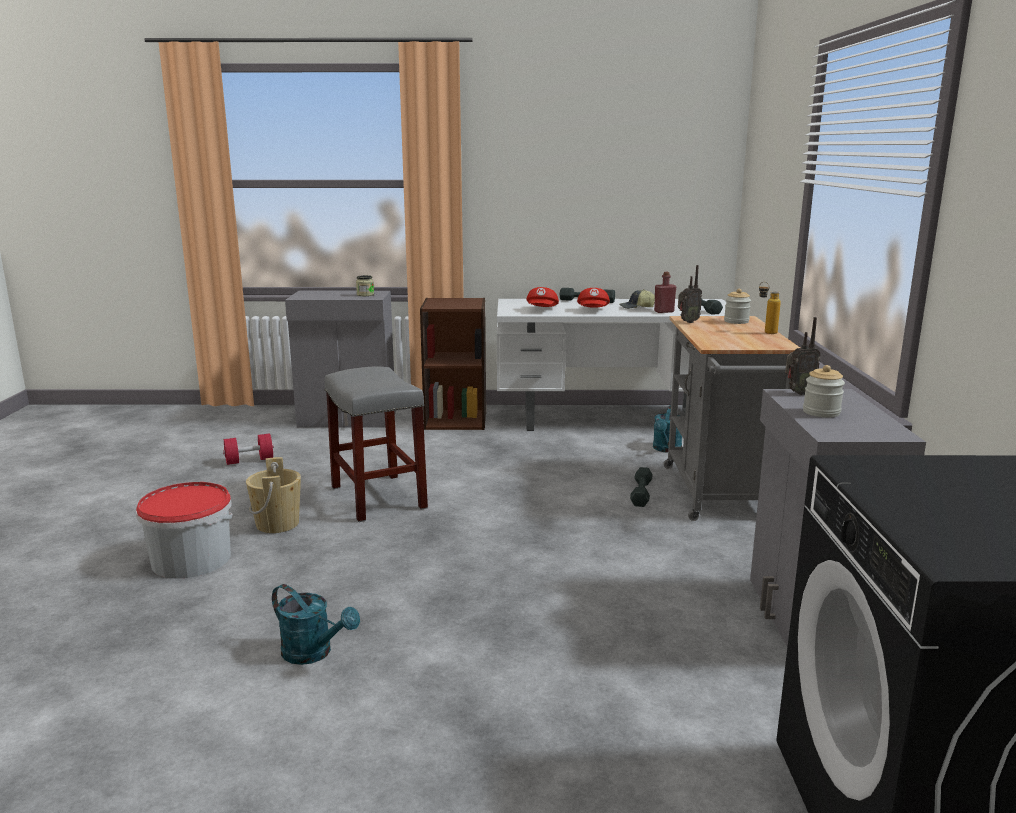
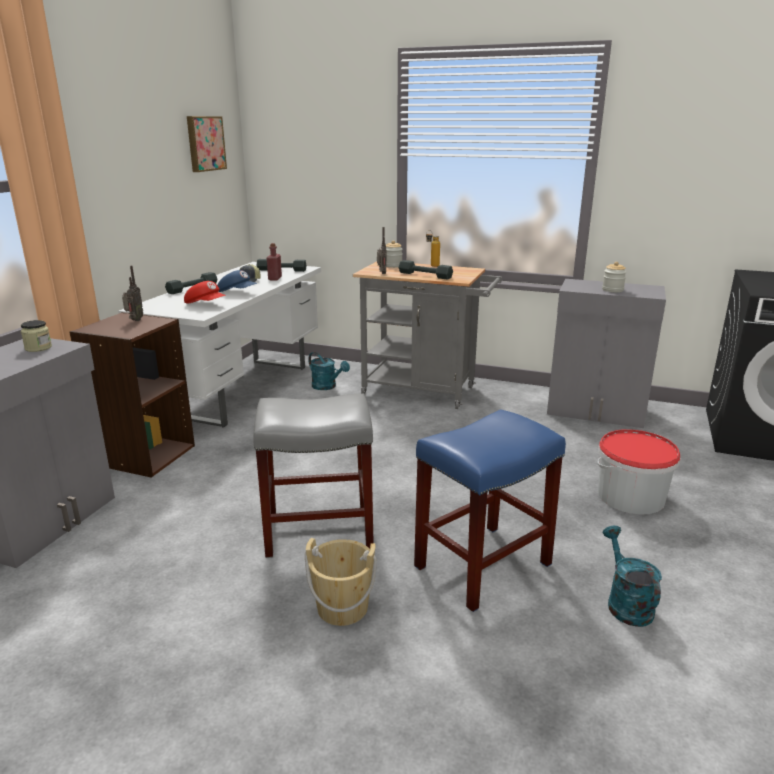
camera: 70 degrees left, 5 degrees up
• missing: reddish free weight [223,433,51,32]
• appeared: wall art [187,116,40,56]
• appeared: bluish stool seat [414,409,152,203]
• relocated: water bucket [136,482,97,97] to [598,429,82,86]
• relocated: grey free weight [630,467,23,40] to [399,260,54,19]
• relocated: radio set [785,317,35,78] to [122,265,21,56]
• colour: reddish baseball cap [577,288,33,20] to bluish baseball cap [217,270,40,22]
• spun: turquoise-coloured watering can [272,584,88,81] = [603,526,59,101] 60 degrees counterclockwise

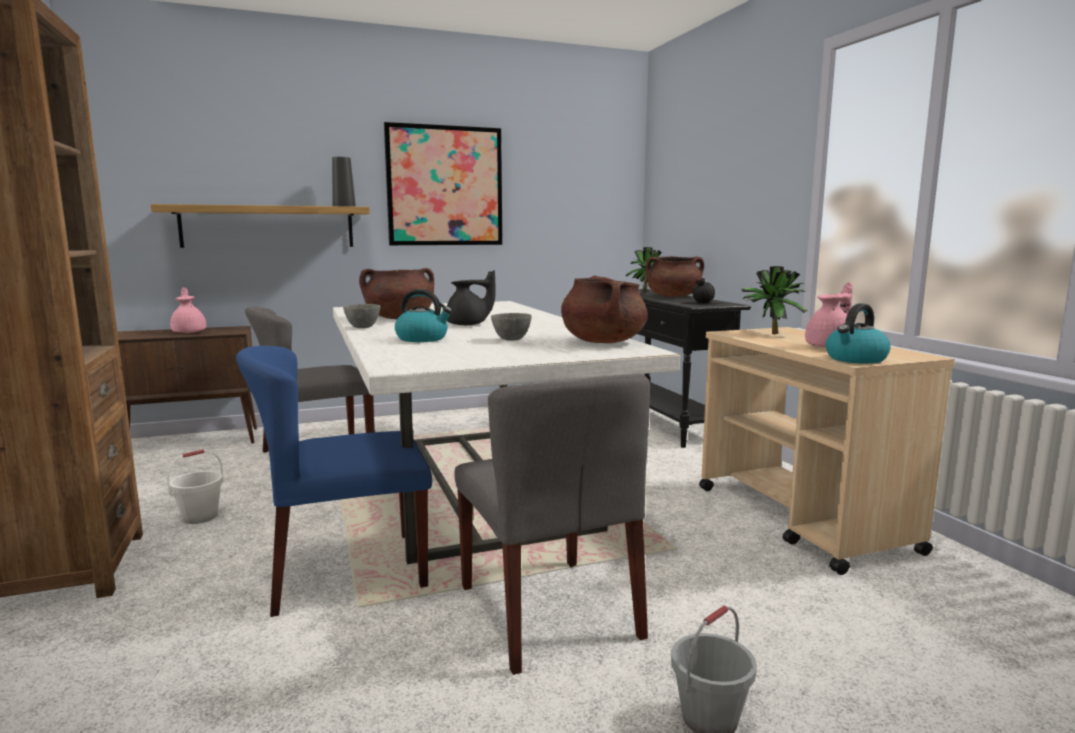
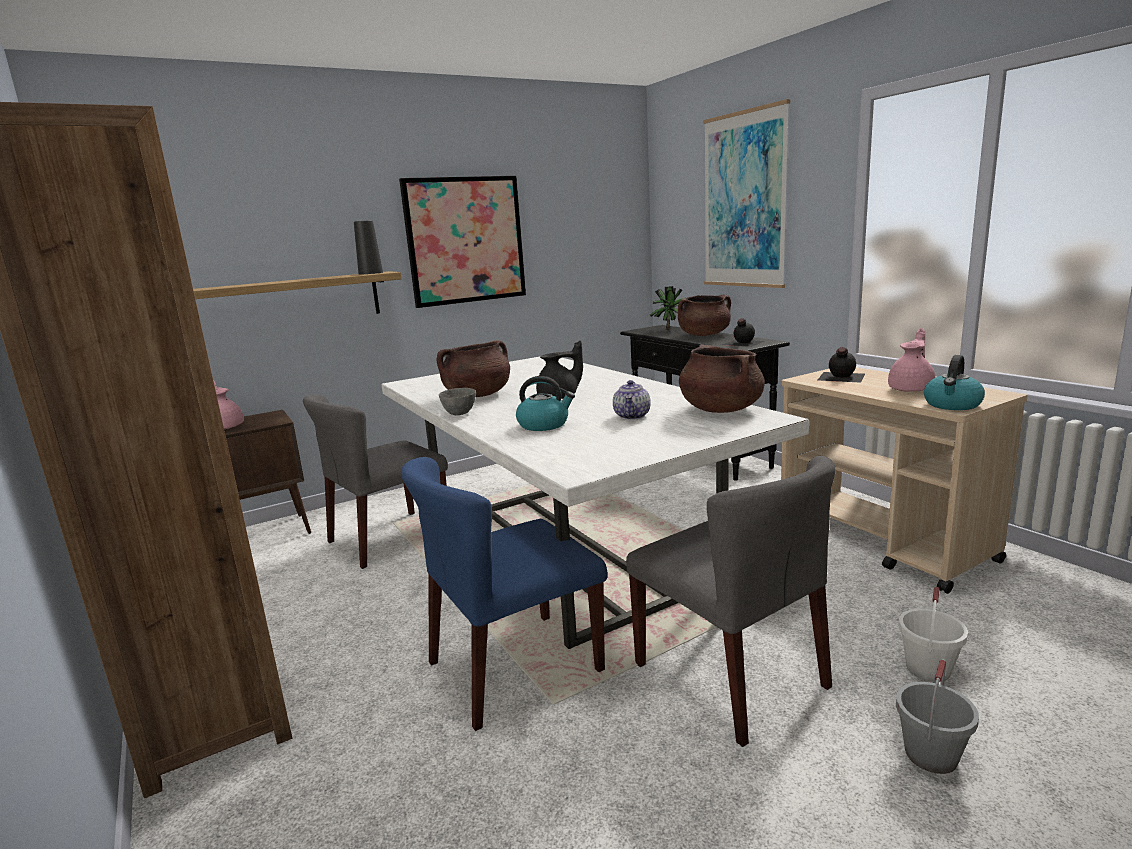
camera: 10 degrees left, 5 degrees up
• appeared: wall art [703,99,87,189]
• relocated: white-coloured water bucket [167,449,56,75] to [899,587,69,95]
• exchanged: grey serving bowl [491,313,41,28] to tea pot [613,380,38,40]
• exchanged: potted plant [742,266,66,68] to black-coloured drink bottle [818,347,47,36]

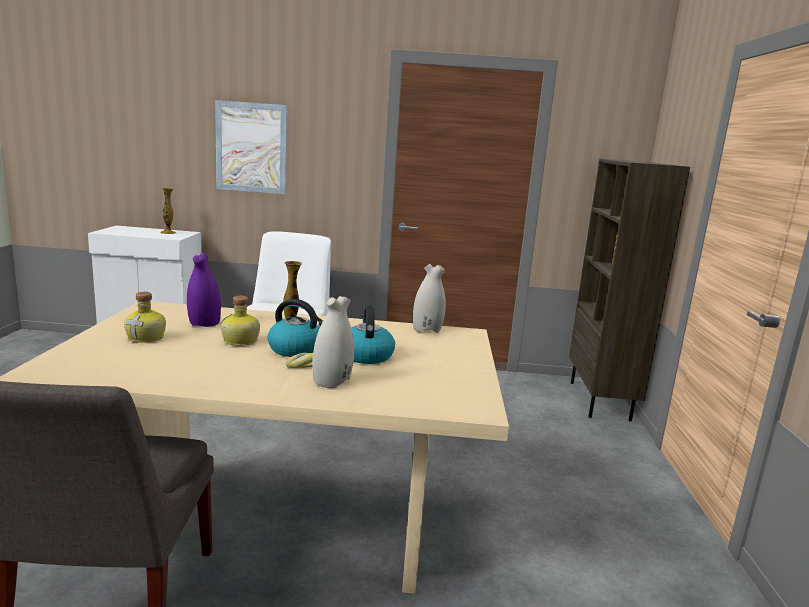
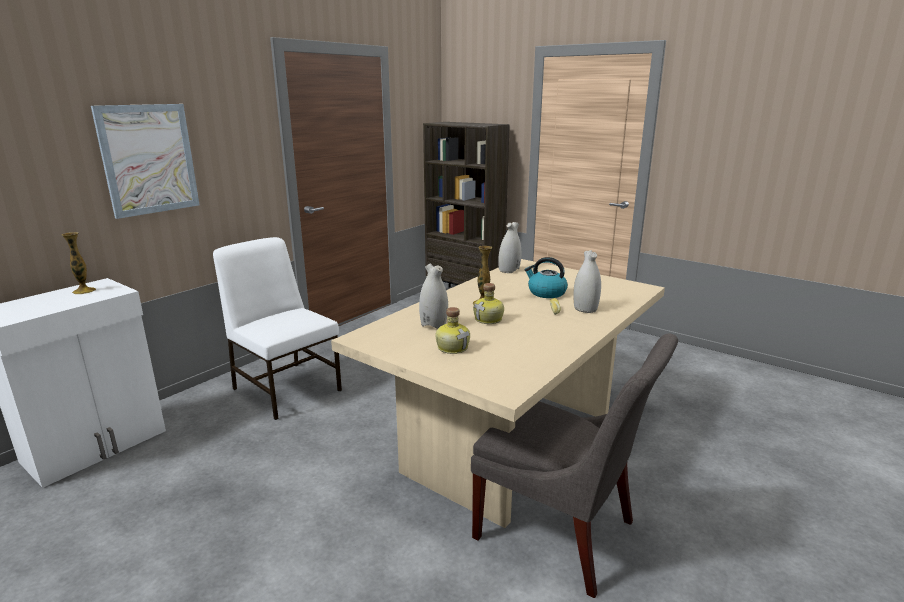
camera: 55 degrees left, 5 degrees up
• missing: kettle [267,299,57,58]
• colour: purple-coloured vase [187,253,34,74] to white-coloured vase [419,264,29,65]

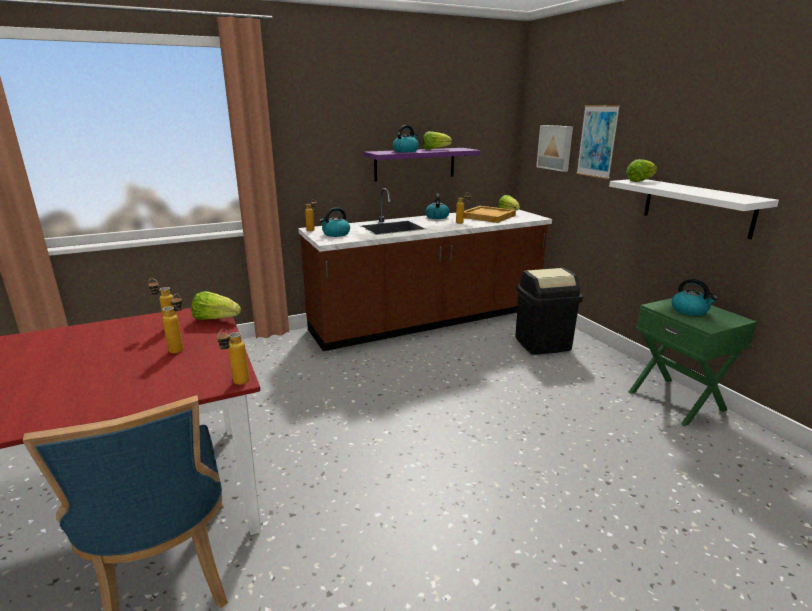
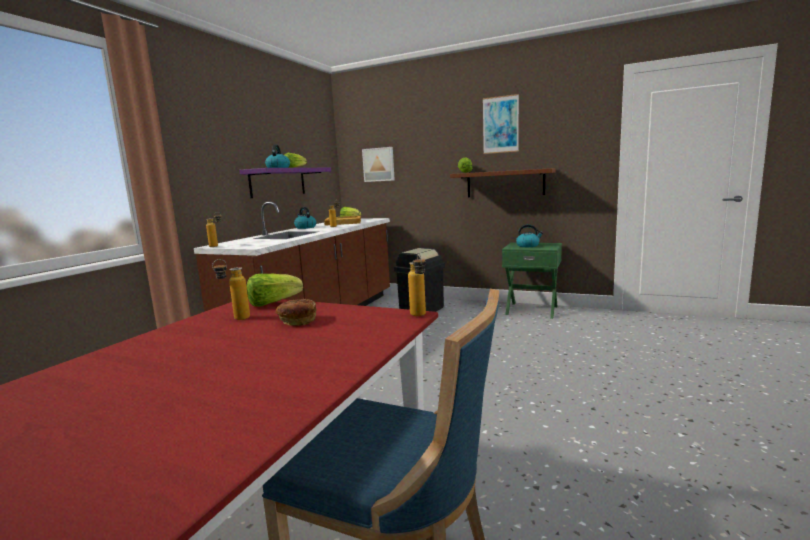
camera: 40 degrees left, 10 degrees down
• missing: kettle [319,208,31,29]
• relocated: wall art [576,105,44,74] to [483,94,36,60]
• exchanged: drink bottle [162,294,21,60] to bread [276,299,41,27]
• colour: white-coloured shelf [609,179,170,60] to brownish shelf [450,168,106,29]

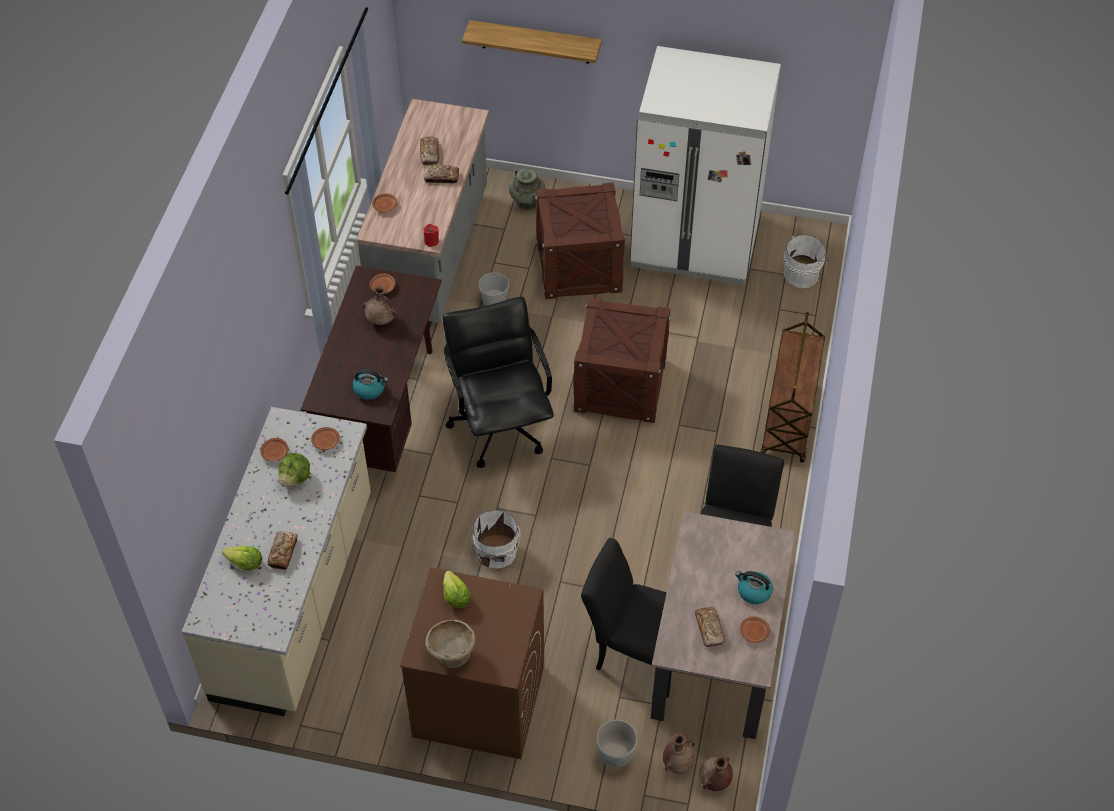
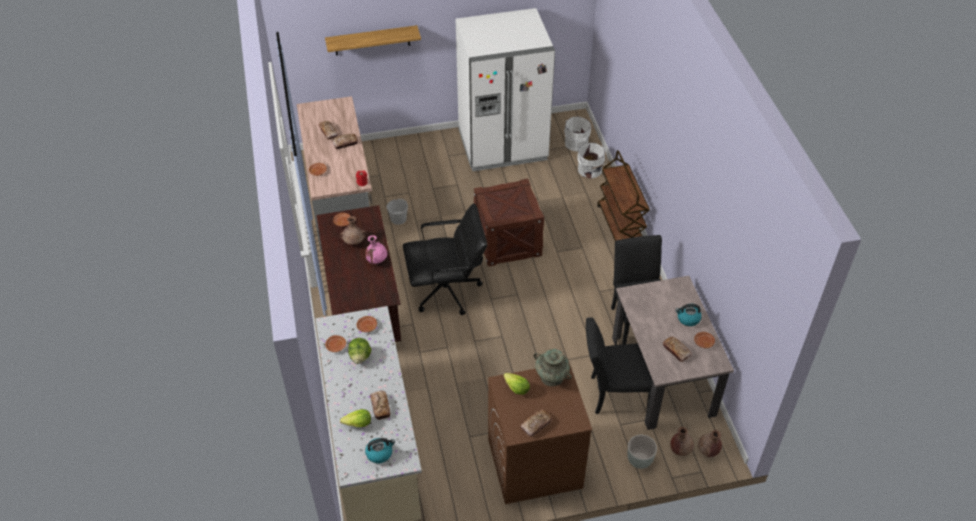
camera: 25 degrees left, 5 degrees down
• missing: crate [535,182,90,117]
• appeared: pink-coloured vase [365,235,22,29]
• relocated: kettle [353,369,36,31] to [365,438,30,25]
• relocated: white-coloured water bucket [470,510,51,59] to [577,143,30,35]
• relocated: turquoise-coloured vase [509,168,36,42] to [534,349,38,37]
• exchanged: beige-coloured serving bowl [425,620,51,48] to bread [521,409,31,28]
• spun: black-coloured computer chair [443,297,111,171] = [403,203,84,112] 120 degrees clockwise

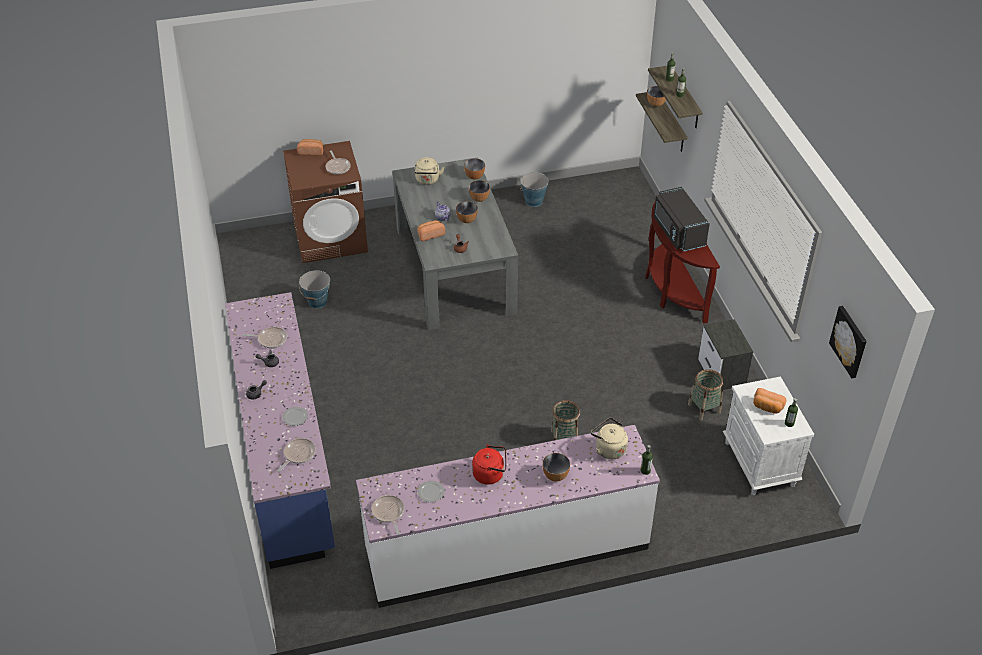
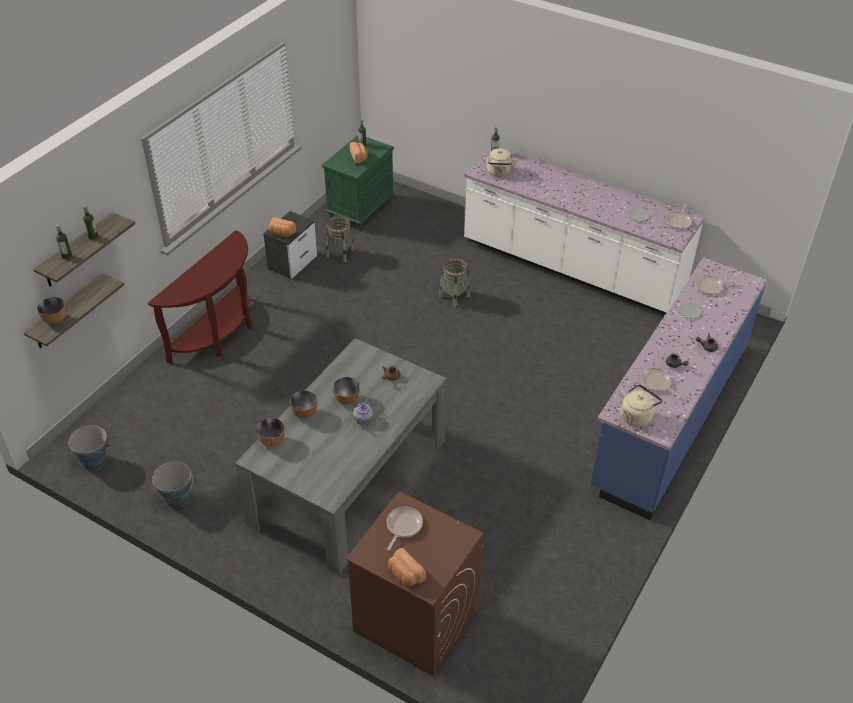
camera: 135 degrees left, 0 degrees up
• missing: reddish kettle [472,444,34,41]
• missing: serving bowl [542,453,28,29]
• missing: black-coloured kitchen microwave [654,187,56,64]
• missing: wall art [829,306,38,72]
• relocated: water bucket [299,270,31,38] to [68,425,42,45]
• relocated: beige-coloured kettle [414,157,30,28] to [620,384,42,43]
• relocated: bread [417,220,28,21] to [269,217,27,20]
• colour: white-coloured night table [723,377,91,119] to green-coloured night table [322,135,73,96]

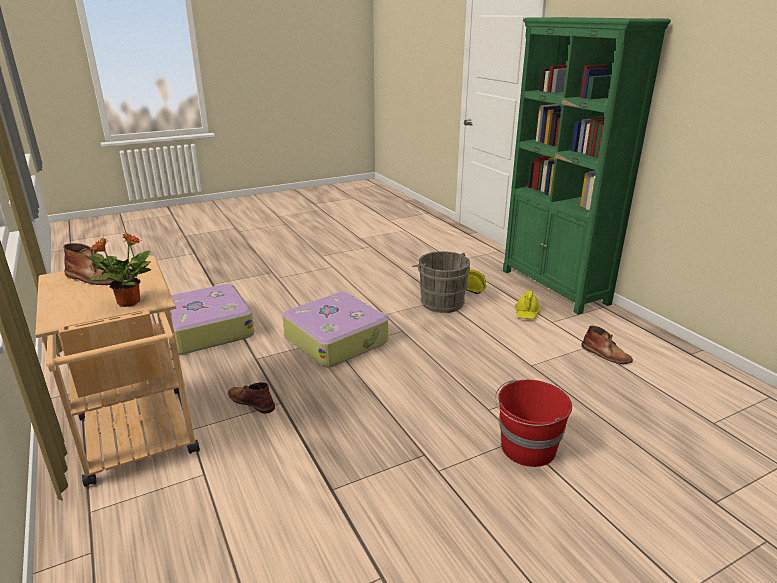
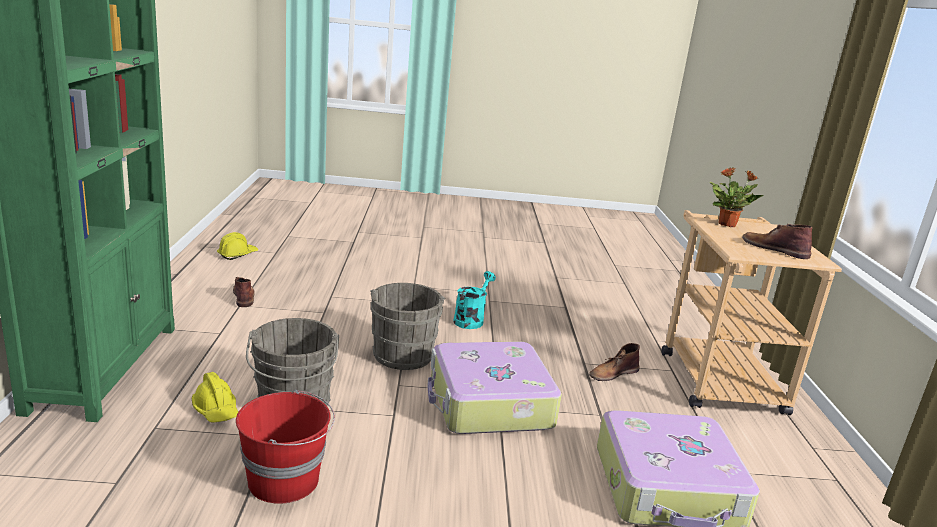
camera: 155 degrees left, 5 degrees down
• appeared: grey water bucket [370,283,75,87]
• appeared: turquoise-coloured watering can [453,271,43,58]
• relocated: reddish water bucket [495,379,77,88] to [236,390,99,114]
• relocated: yellow-coloured work helmet [515,290,25,29] to [217,232,42,28]
• spun: brownish boot [228,382,47,32] = [589,343,51,38] 90 degrees clockwise

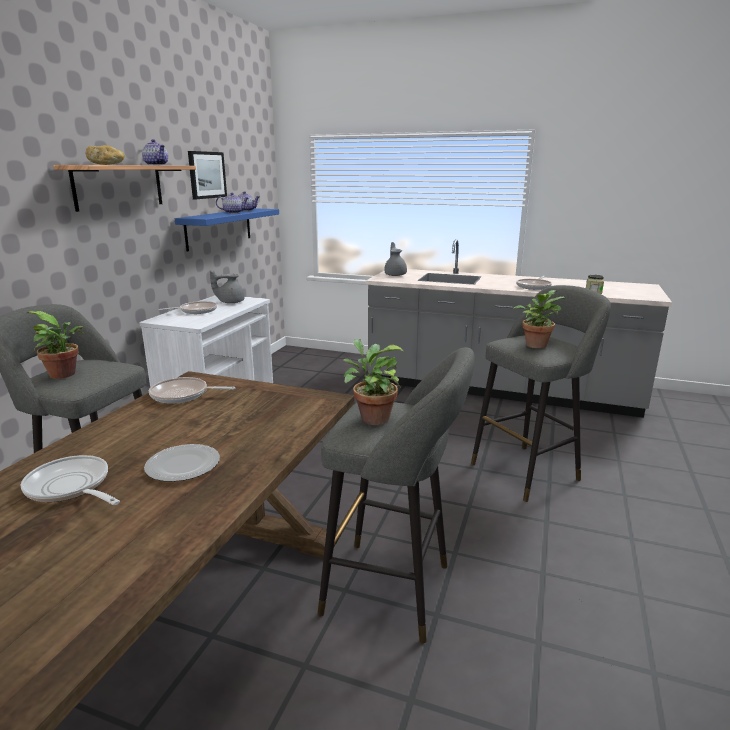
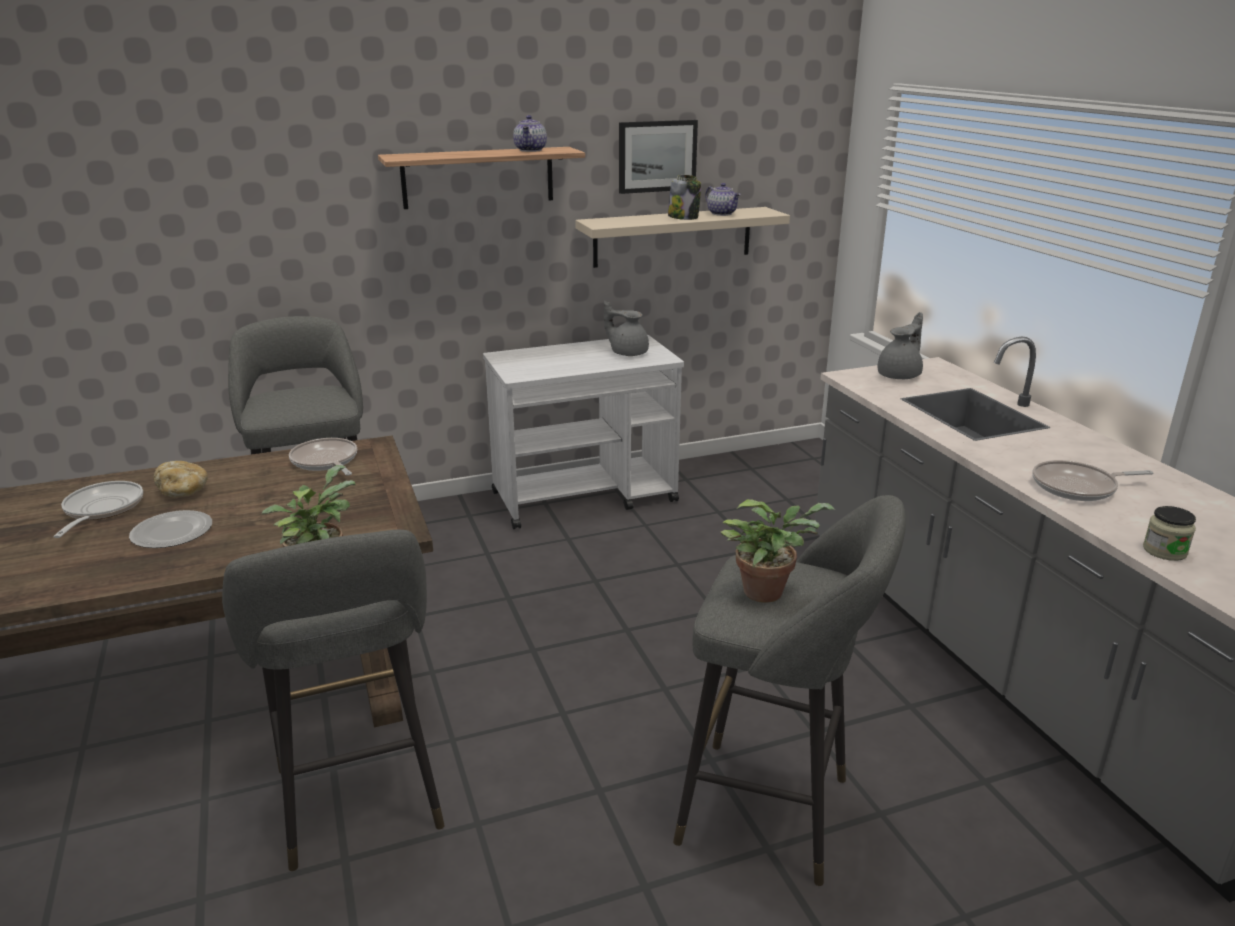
camera: 50 degrees right, 5 degrees up
• missing: potted plant [27,311,57,68]
• missing: skillet [159,301,58,13]
• relocated: bread [85,145,40,20] to [154,461,54,36]
• exchanged: tea pot [216,193,33,21] to preserve jar [668,175,33,45]
• colour: bluish shelf [175,208,104,44] to beige-coloured shelf [575,207,215,61]

